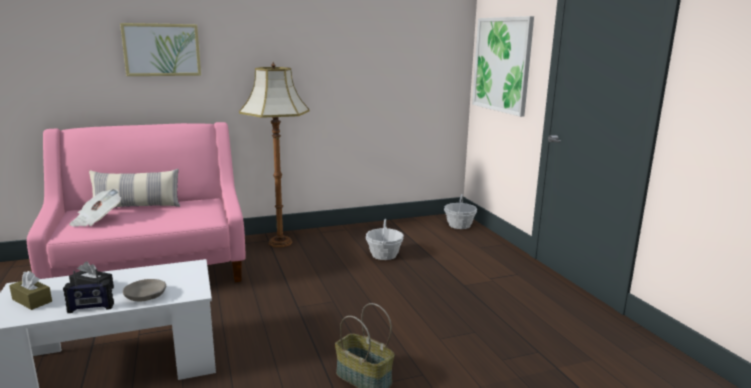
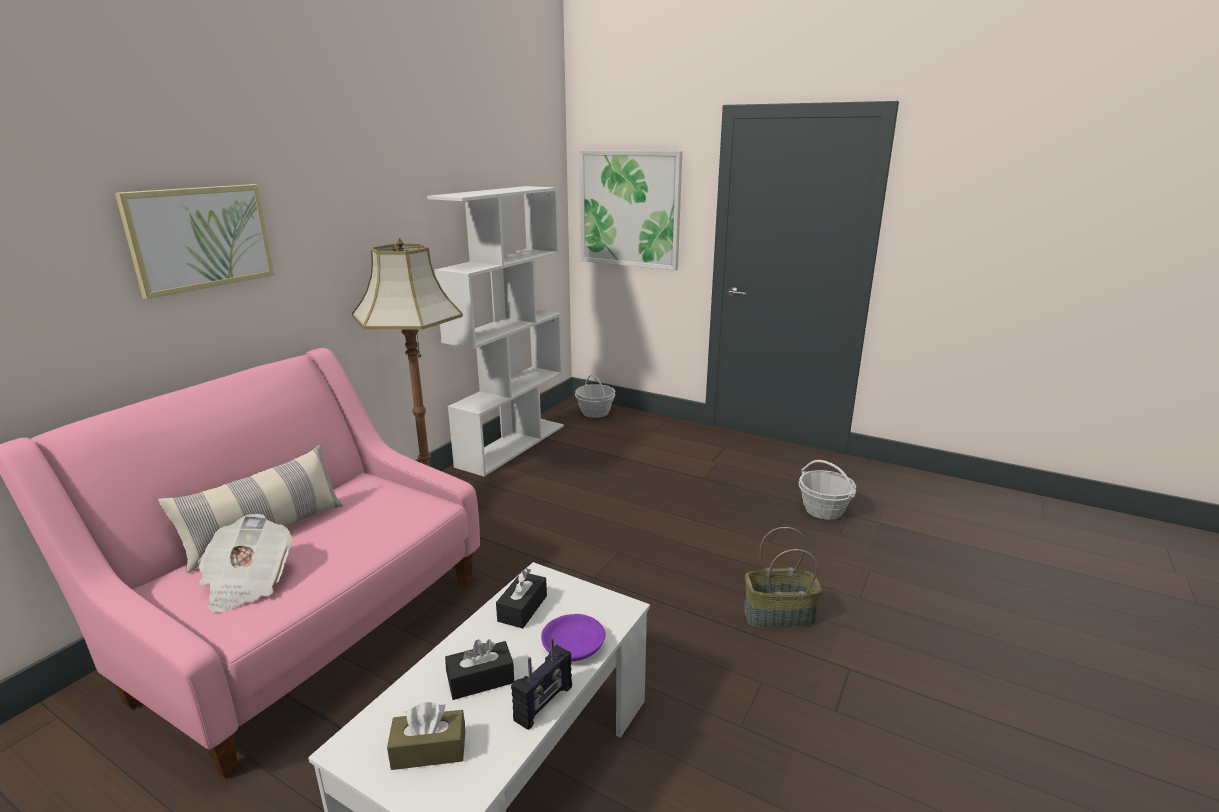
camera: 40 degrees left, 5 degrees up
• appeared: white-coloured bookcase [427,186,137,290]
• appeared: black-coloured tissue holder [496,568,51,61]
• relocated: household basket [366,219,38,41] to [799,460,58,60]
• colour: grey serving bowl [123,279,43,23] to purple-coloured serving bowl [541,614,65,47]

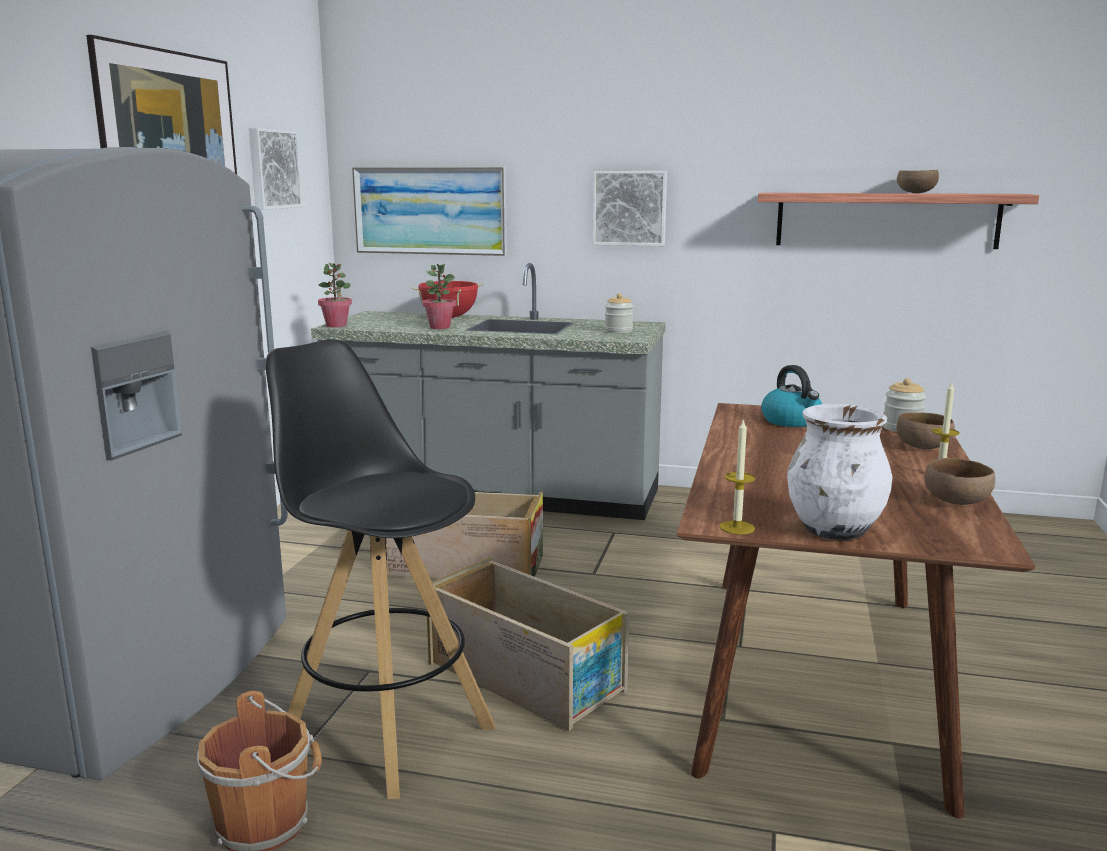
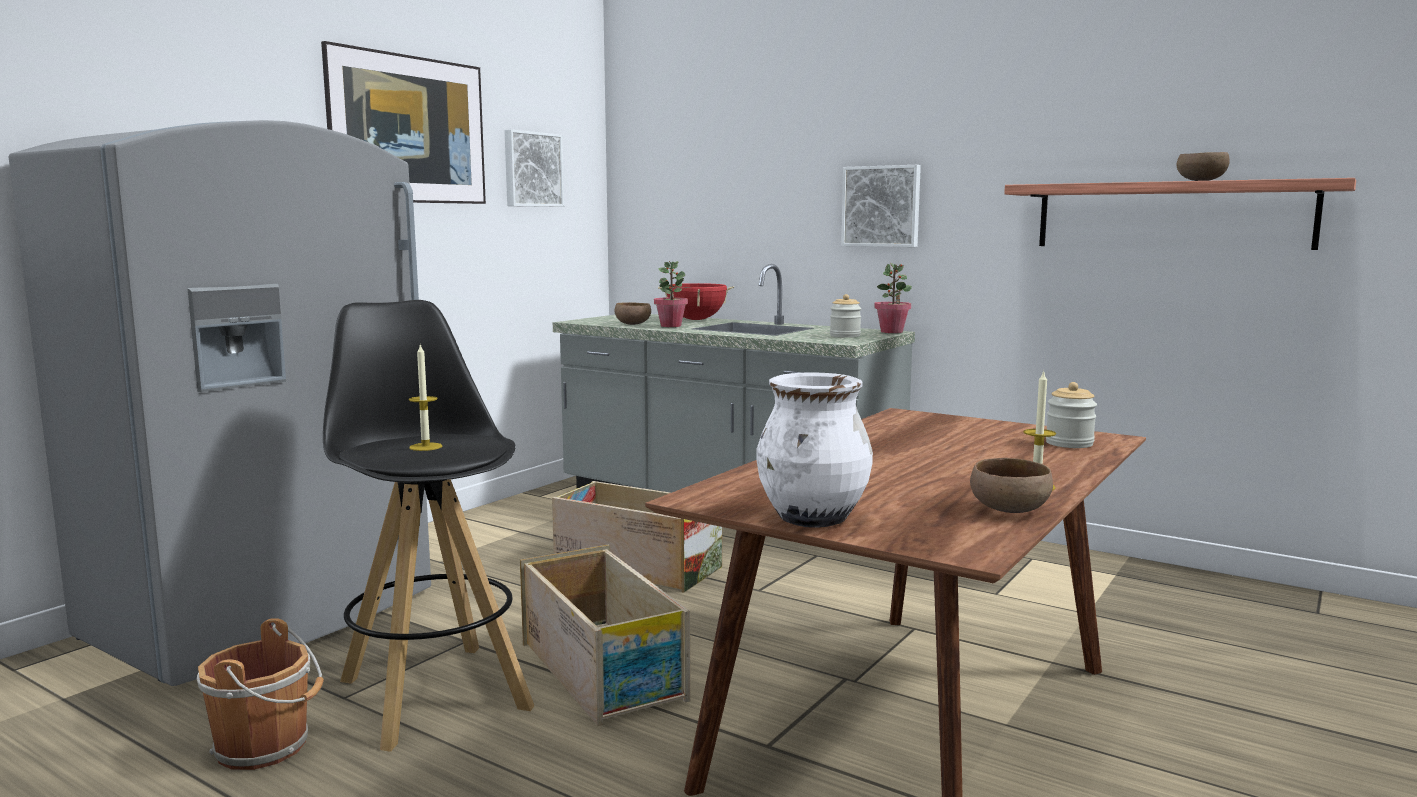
camera: 20 degrees right, 5 degrees down
• missing: wall art [352,167,155,89]
• missing: kettle [761,365,61,62]
• relocated: potted plant [318,263,34,64] to [874,263,38,70]
• relocated: candle [720,418,35,116] to [409,344,33,107]
• relocated: brownish serving bowl [897,412,58,37] to [615,302,36,23]

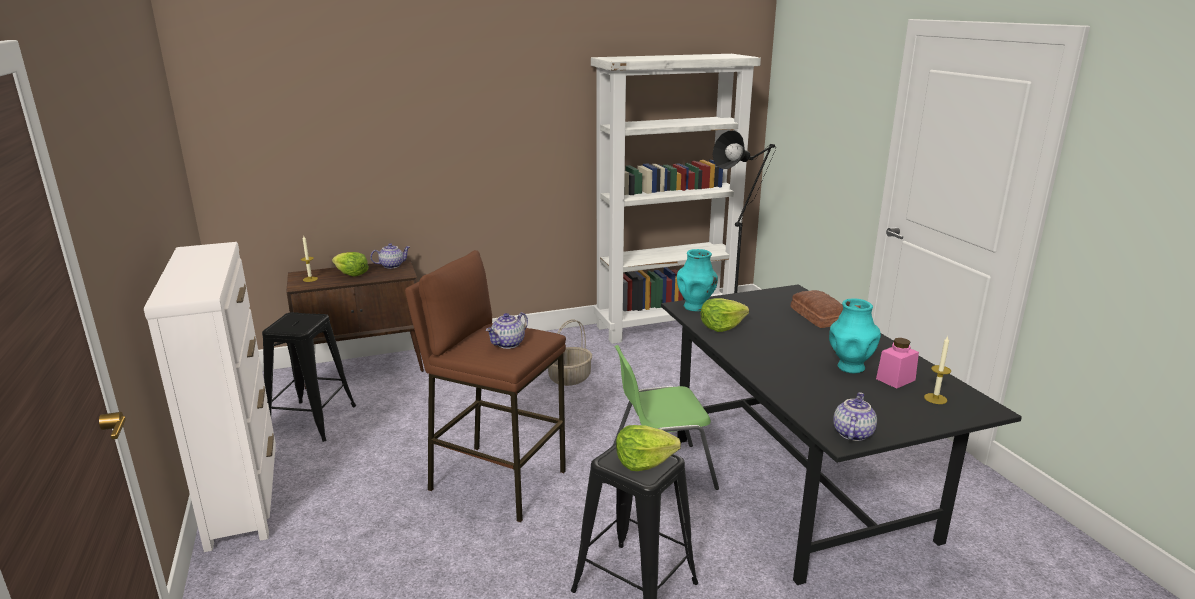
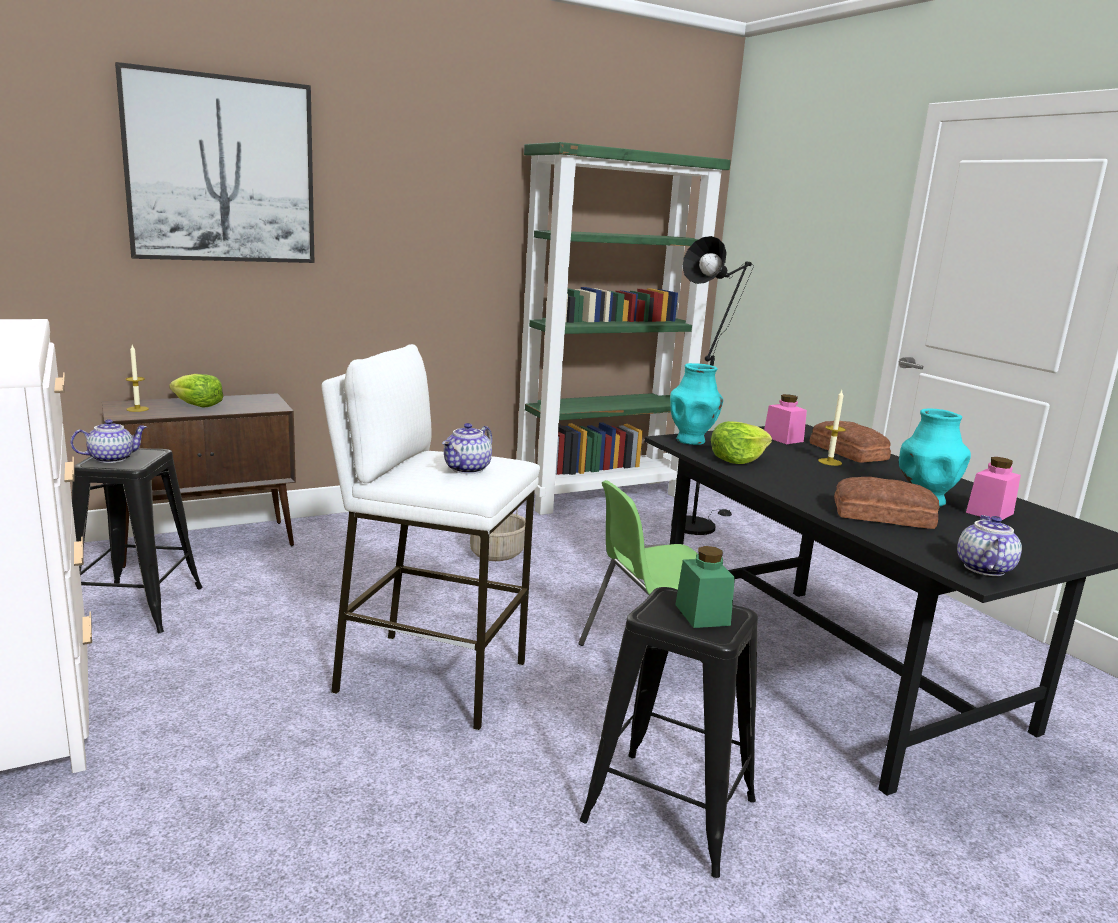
camera: 10 degrees left, 5 degrees down
• appeared: wall art [115,62,199,201]
• appeared: pink-coloured preserve jar [764,394,43,50]
• appeared: bread [834,477,106,52]
• relocated: tea pot [370,243,40,26] to [70,419,77,44]
• relocated: candle [924,336,27,68] to [818,390,28,76]
• exchanged: head of lettuce [616,425,65,46] to green-coloured preserve jar [675,546,60,82]
• colour: brownish stool seat [405,250,161,272] to white-coloured stool seat [321,344,219,387]
• colour: white-coloured bookcase [591,54,170,290] to green-coloured bookcase [517,142,214,373]

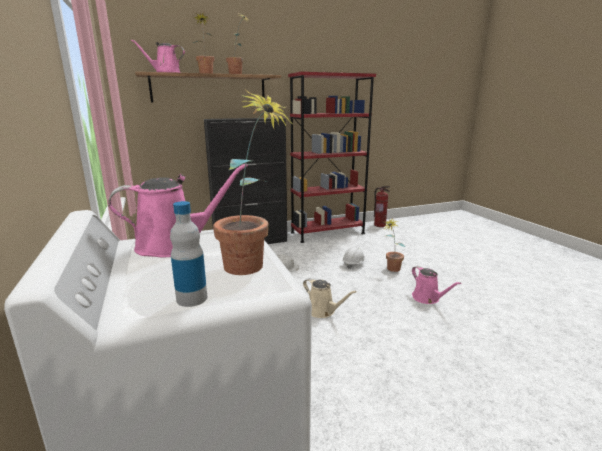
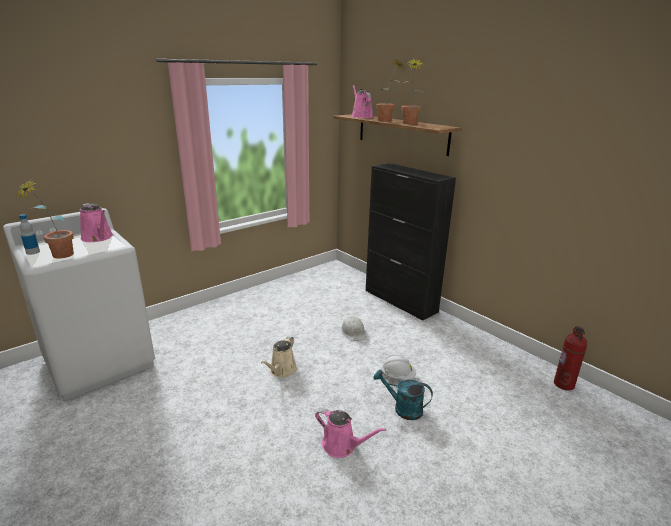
camera: 70 degrees right, 5 degrees up
• missing: reddish bookcase [288,71,88,172]
• exchanged: potted plant [384,218,21,54] to turquoise-coloured watering can [373,370,60,50]
• spun: pink-coloured watering can [412,266,49,38] = [315,408,71,50] 105 degrees counterclockwise

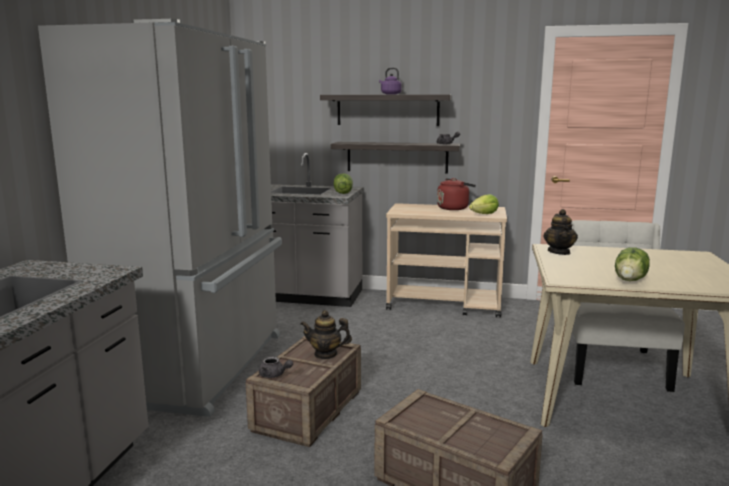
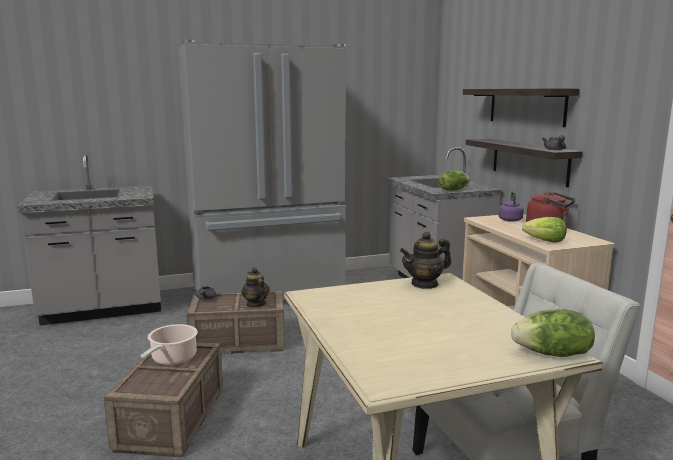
camera: 60 degrees right, 0 degrees up
• appeared: stockpot [140,324,58,41]
• relocated: purple-coloured kettle [379,68,23,26] to [499,191,25,31]
• relocated: head of lettuce [615,247,35,34] to [511,309,84,48]

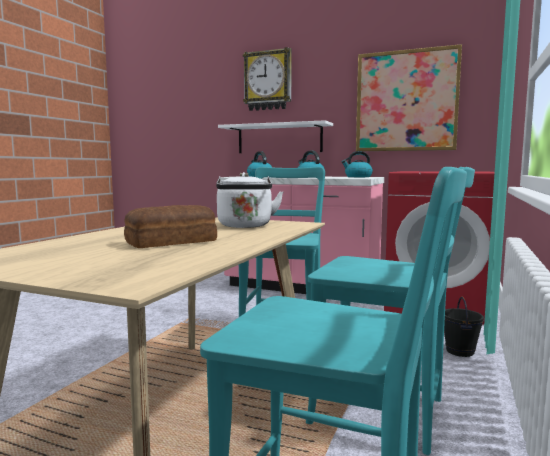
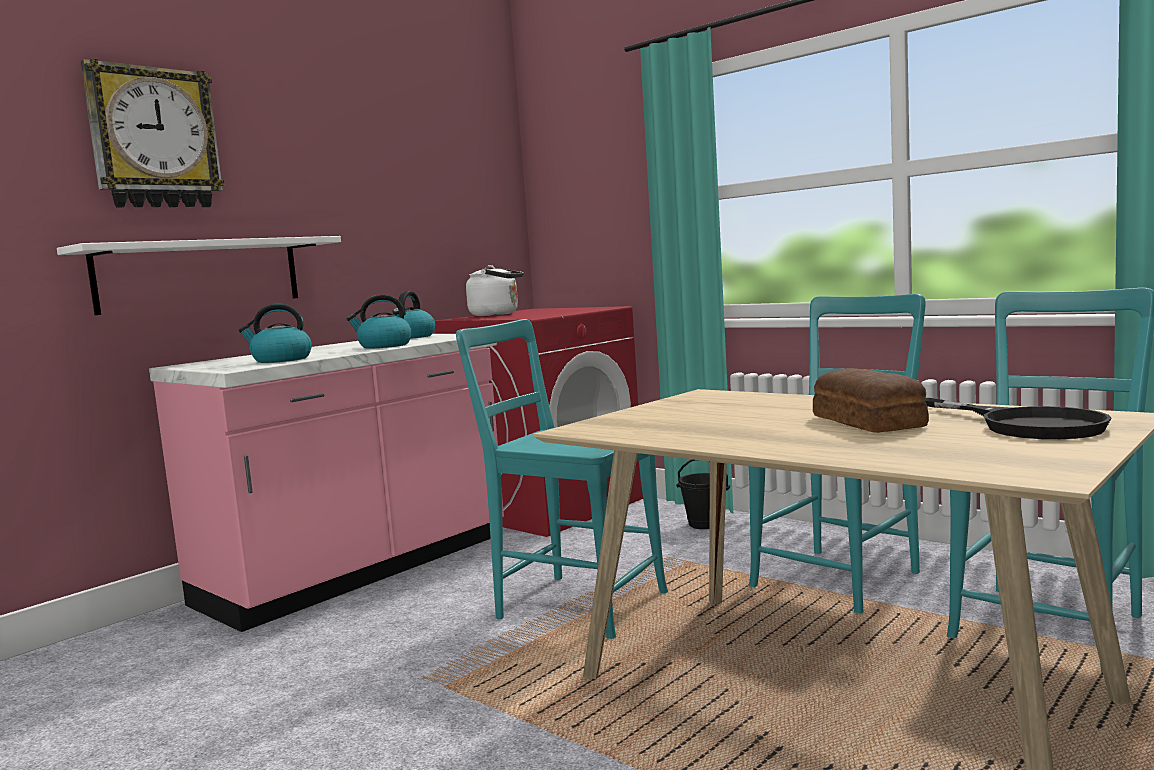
camera: 70 degrees left, 0 degrees up
• missing: wall art [356,44,106,107]
• appeared: black-coloured skillet [925,398,186,41]
• relocated: white-coloured kettle [216,172,68,56] to [466,265,58,51]

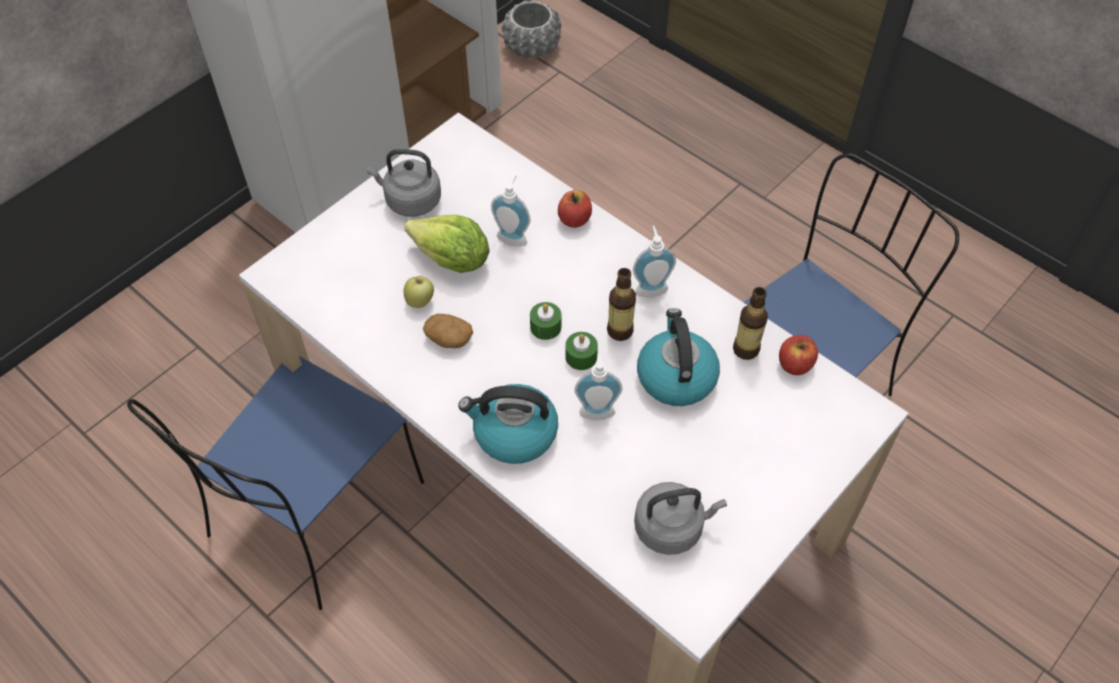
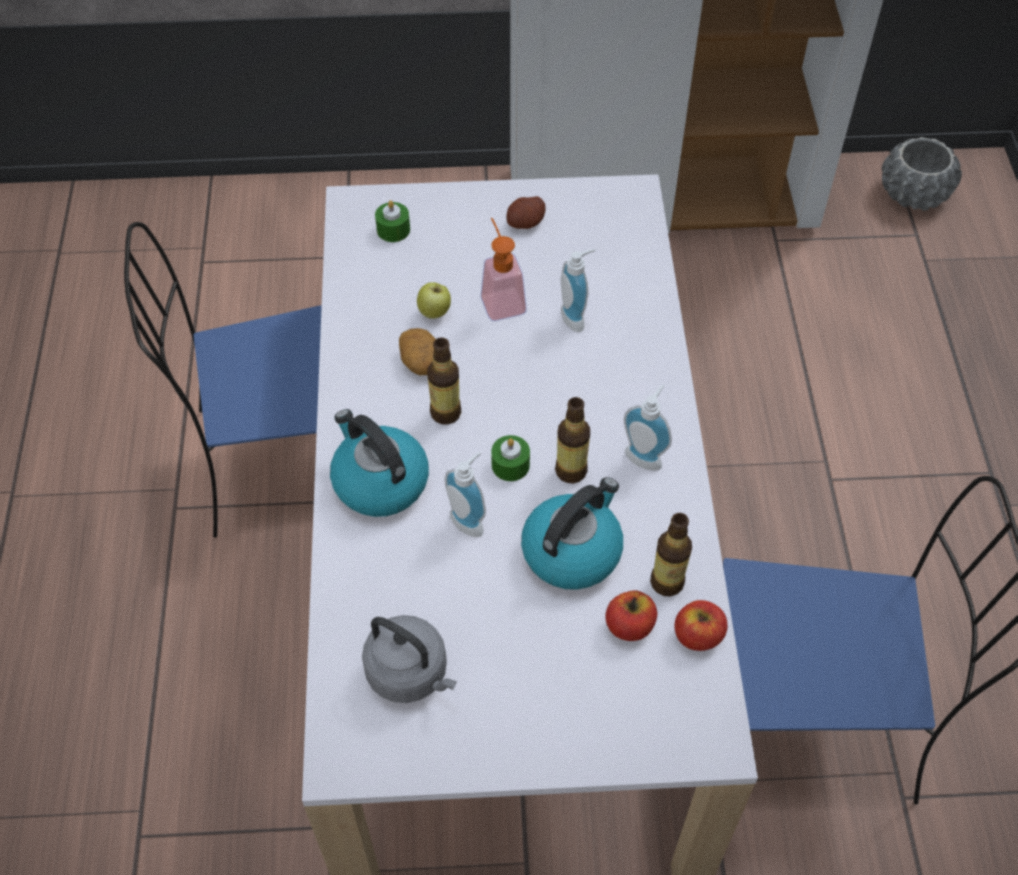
camera: 45 degrees right, 0 degrees up
• appeared: drink bottle [427,337,34,88]
• relocated: green-coloured candle [530,302,31,38] to [375,200,35,42]
• relocated: whole apple [558,190,34,38] to [605,590,52,51]
• exchanged: grey kettle [367,149,74,68] to potato [506,196,40,33]
• exchanged: head of lettuce [404,215,86,58] to soap bottle [480,218,47,103]

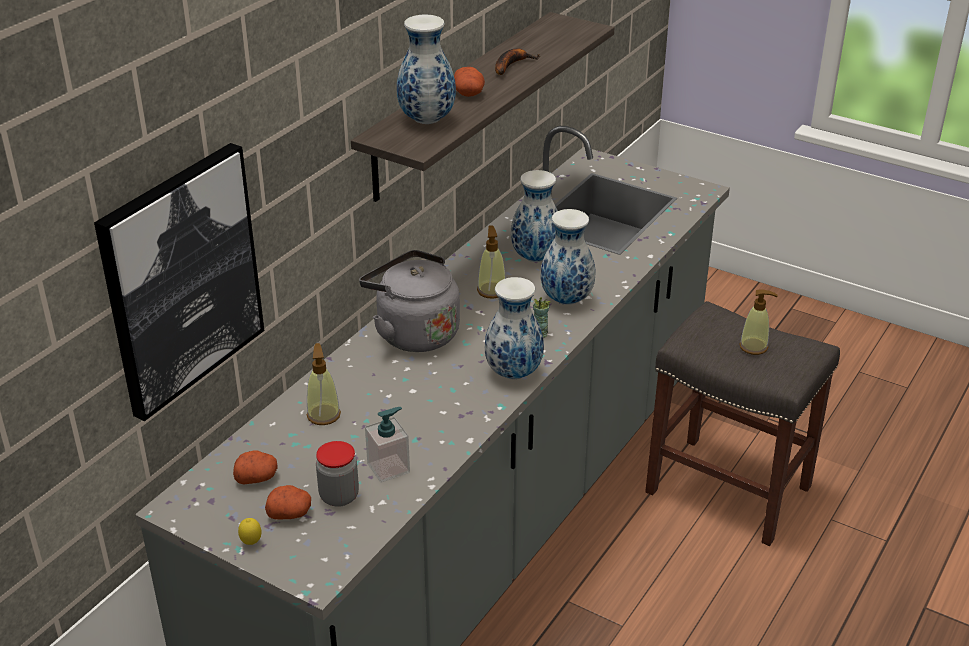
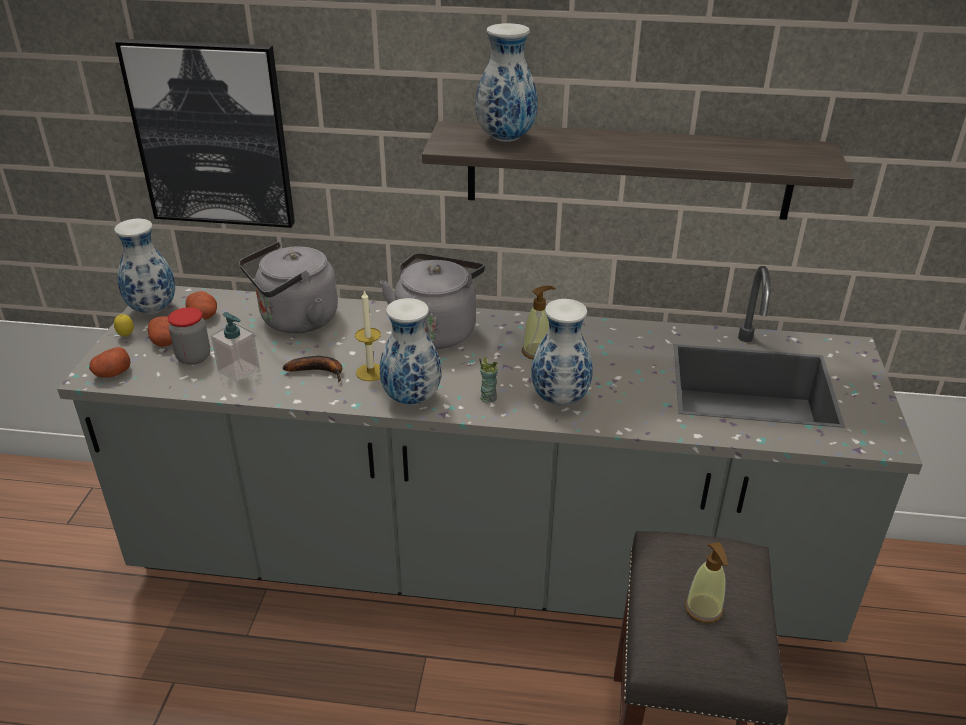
camera: 65 degrees right, 0 degrees up
• appeared: candle [355,290,26,91]
• relocated: potato [454,67,31,30] to [89,347,42,31]
• relocated: whole banana [495,48,45,27] to [283,356,59,26]
• relocated: vase [511,170,47,92] to [114,219,61,95]
• exchanged: soap bottle [307,343,34,82] to grey kettle [239,242,99,91]

